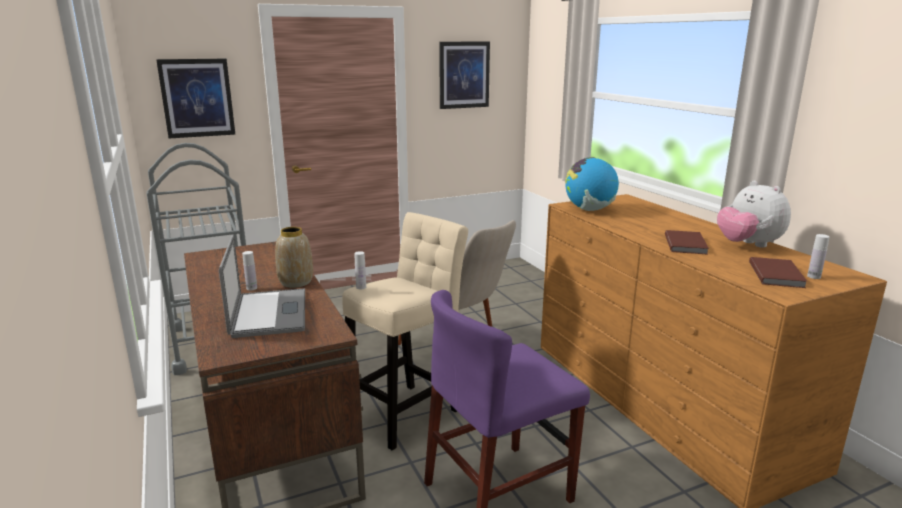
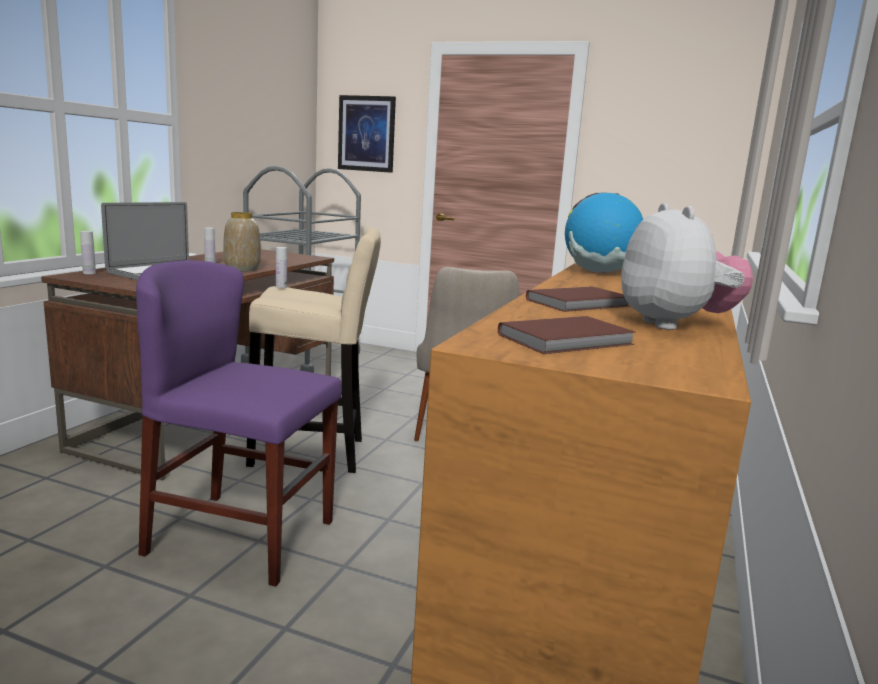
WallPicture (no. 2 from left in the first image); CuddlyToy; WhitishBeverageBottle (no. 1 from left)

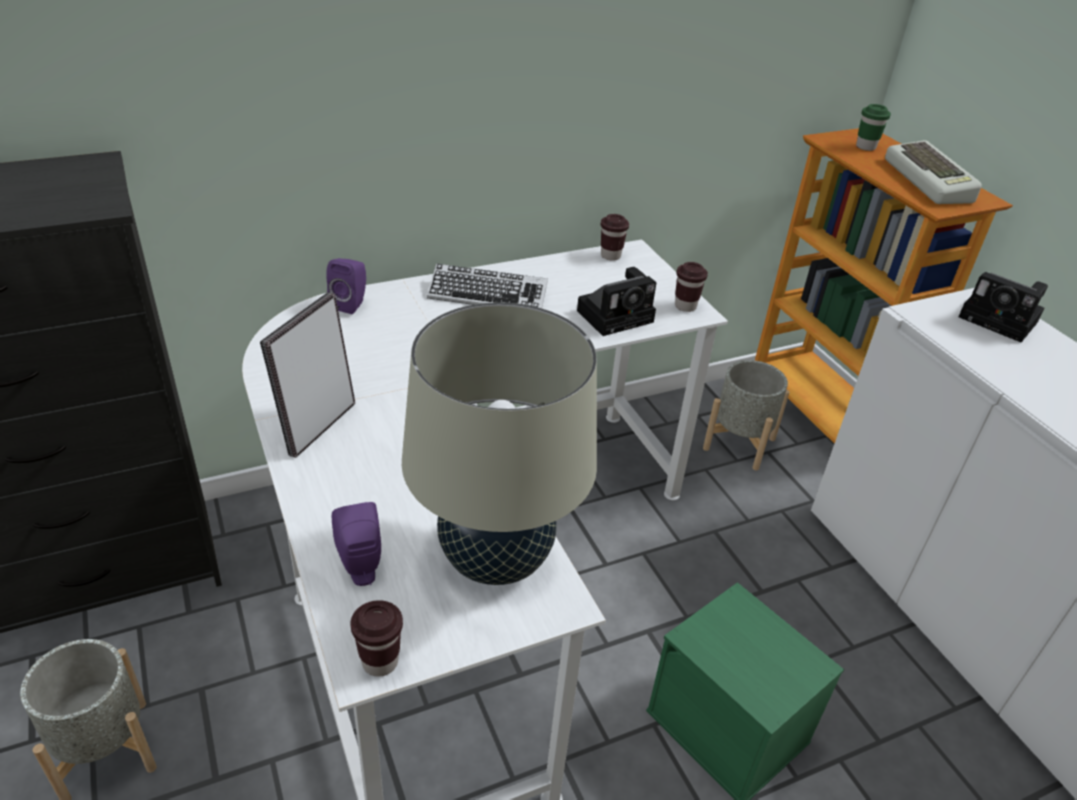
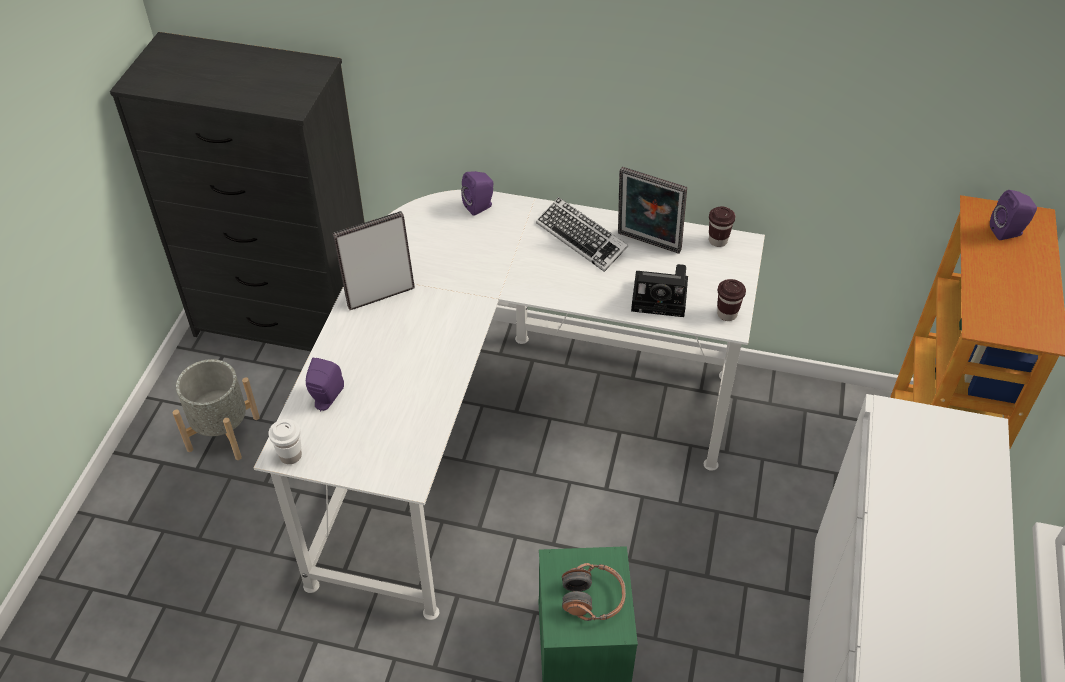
PurpleColouredLoudspeaker (no. 3 from left); Keyboard (no. 2 from left in the first image); StillCamera (no. 2 from left in the first image); BeigeColouredTableLamp; GreyishPlantPot (no. 2 from left in the first image); WhitishCup; PhotoFrame (no. 2 from left); Headphones

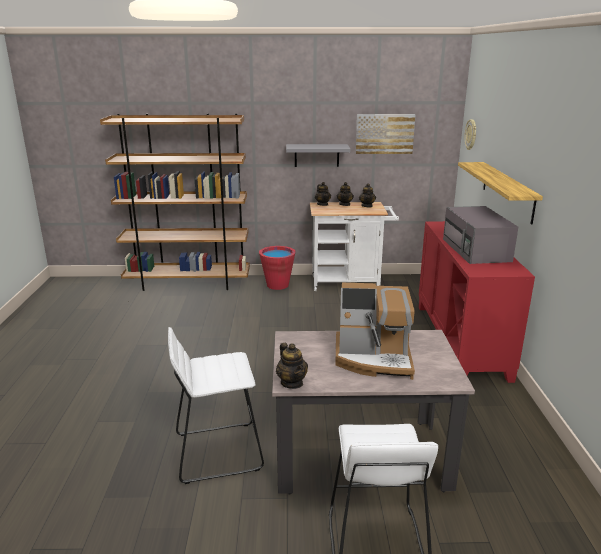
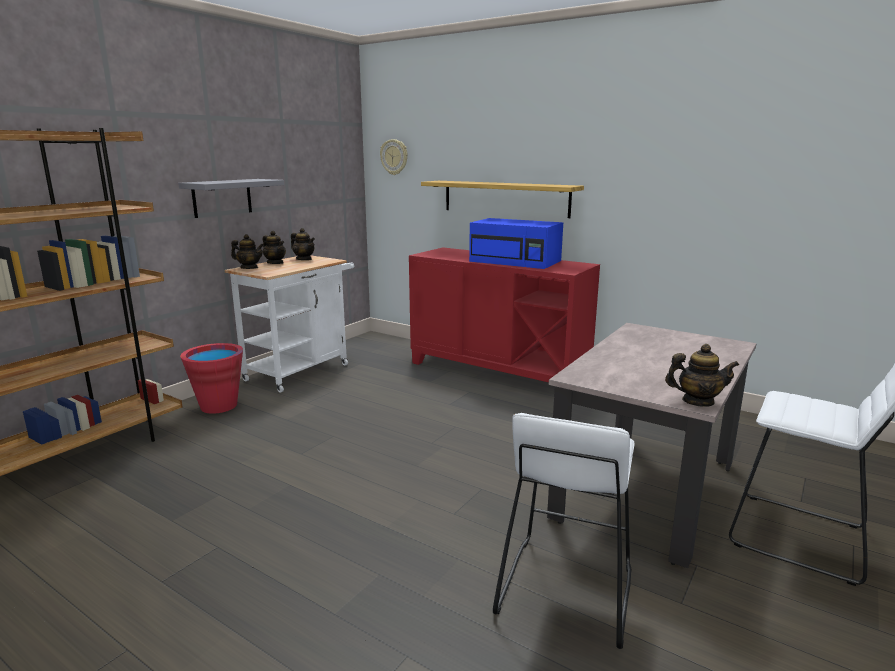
WallPicture; BlueMicrowave; CoffeeMachine

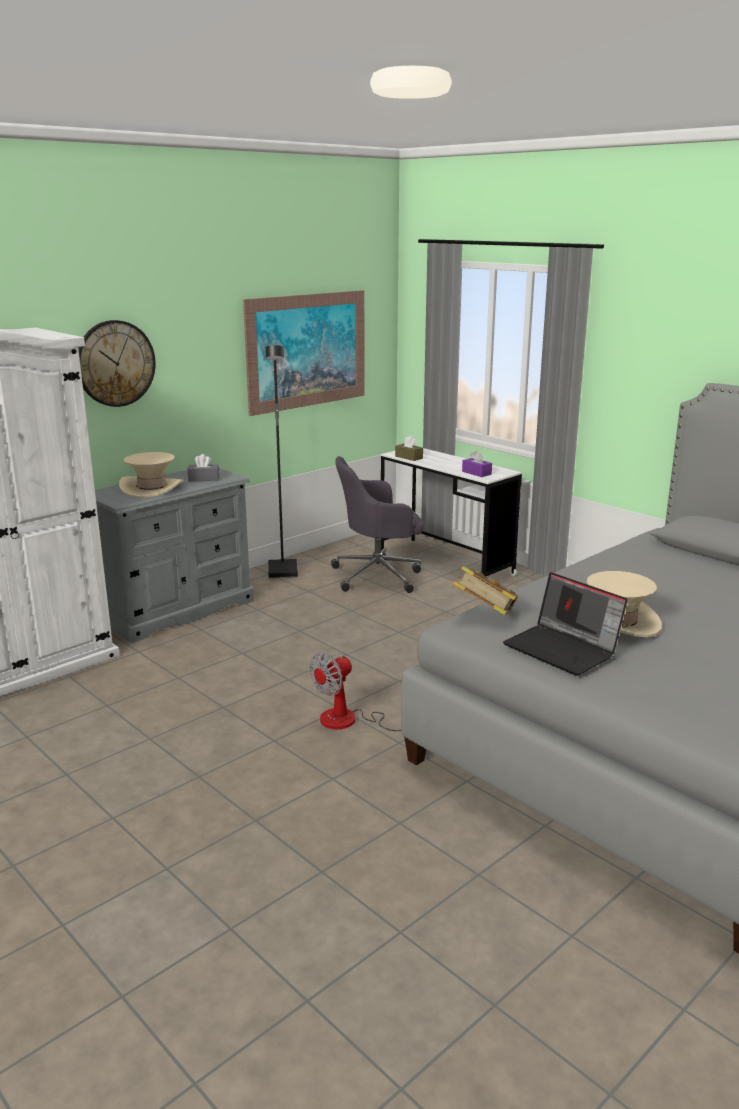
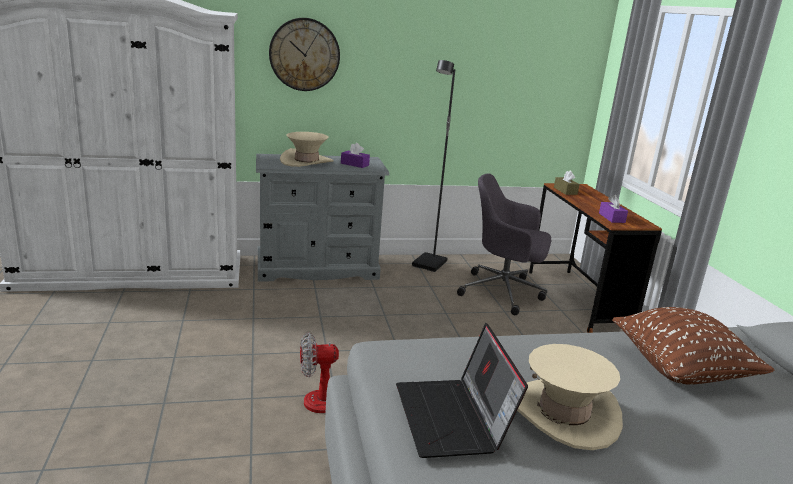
WallPicture; BrownDeskTable; PurpleColouredTissueHolder (no. 1 from left); Volume; BrownThrowPillow

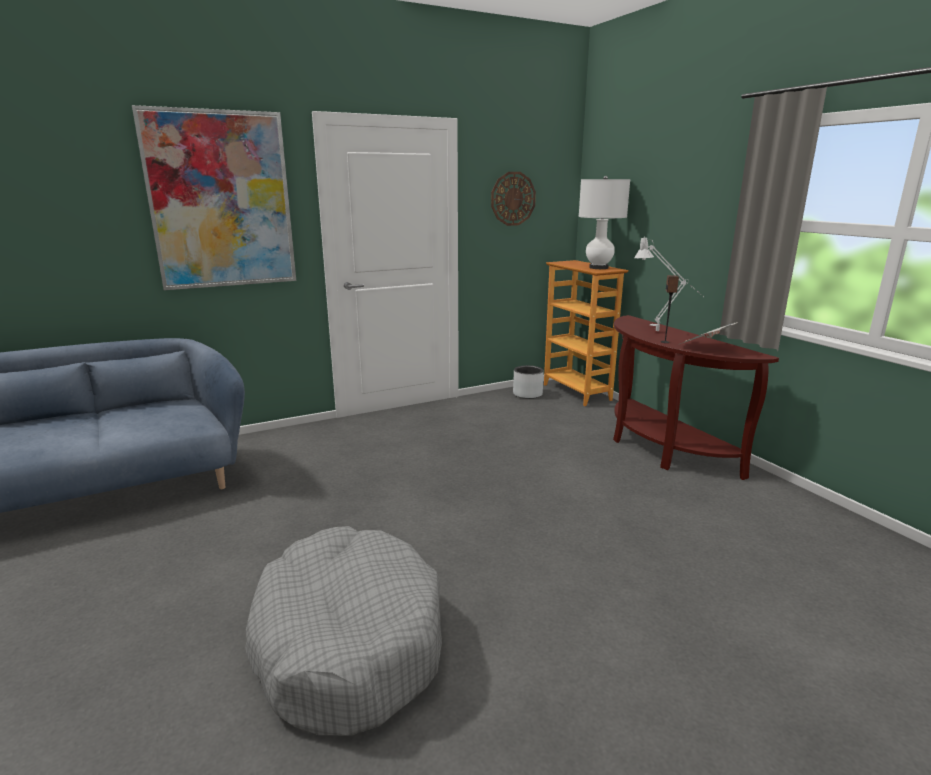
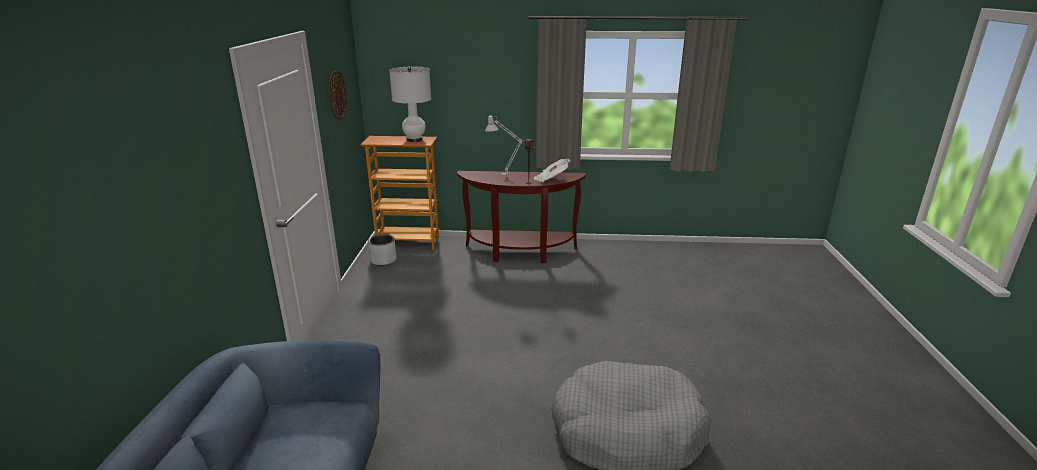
WallPicture

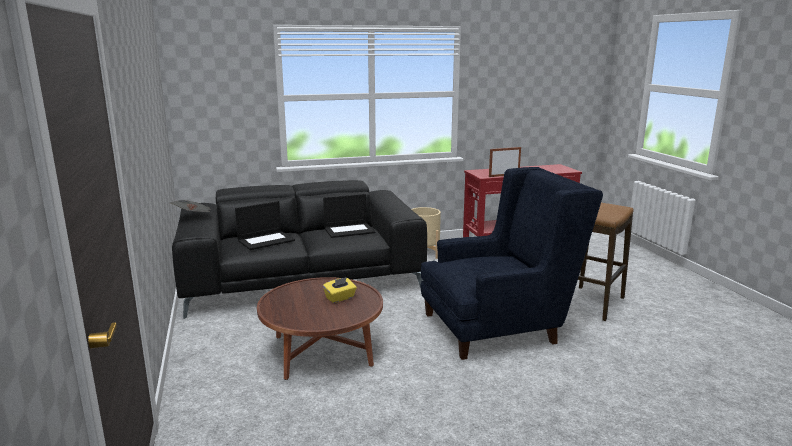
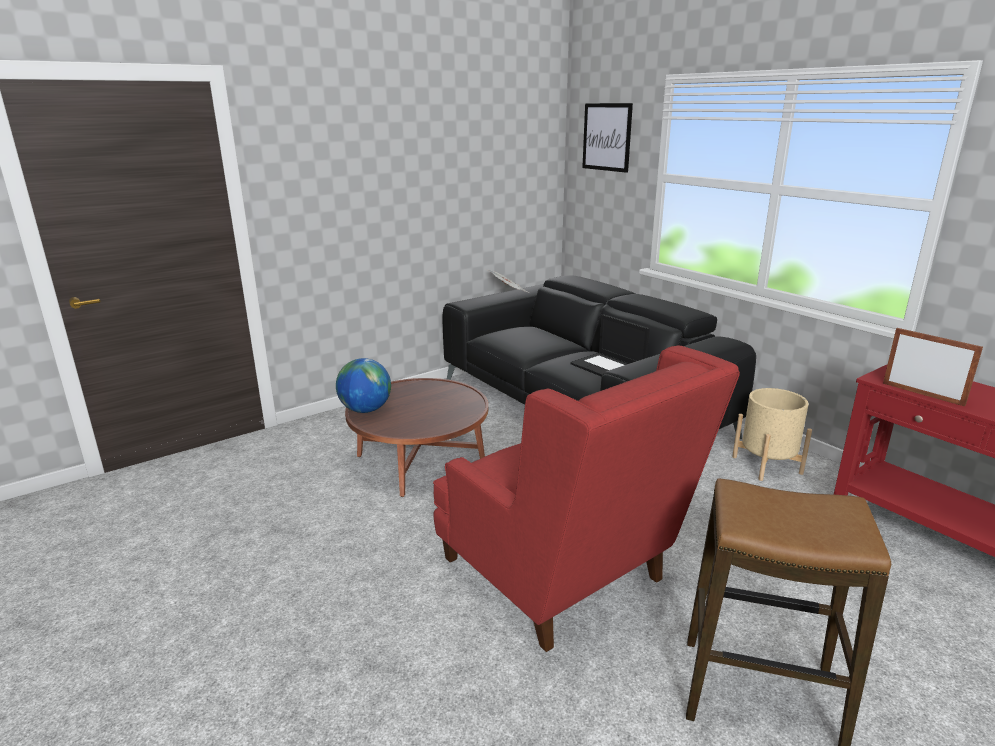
RedColouredArmchair; Laptop (no. 1 from left in the first image); YellowColouredTissueHolder; WallPicture; Globe

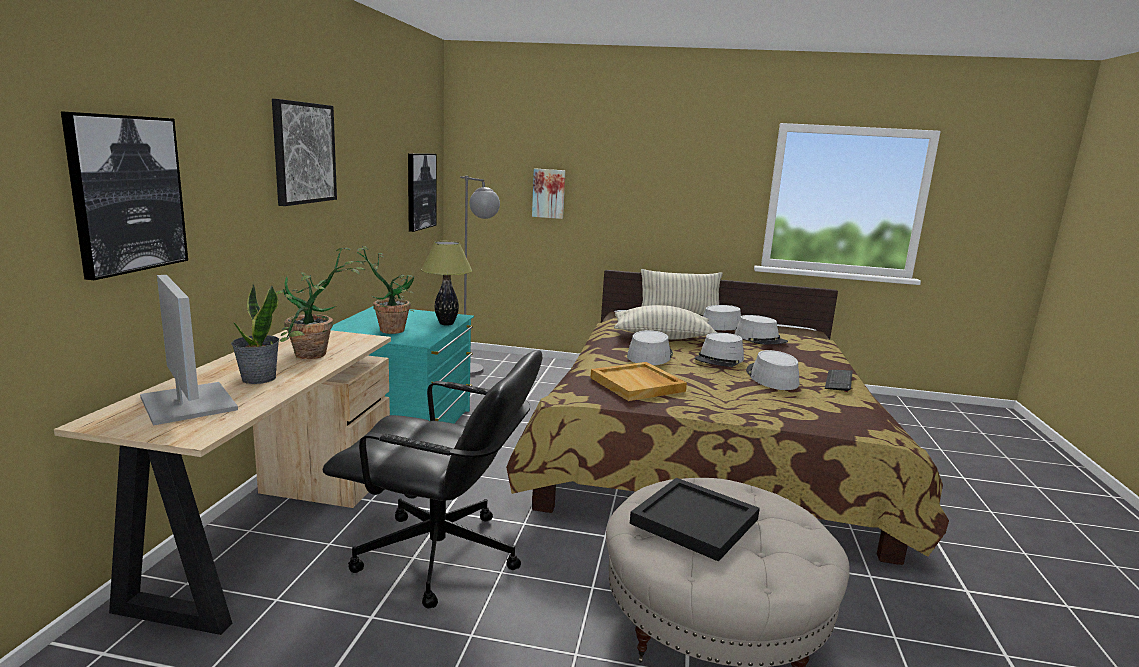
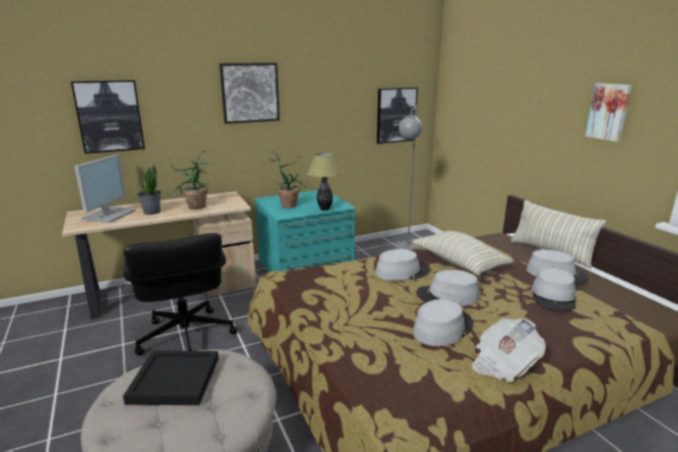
WallPicture (no. 4 from left); BeigeColouredTray; DailyPaper

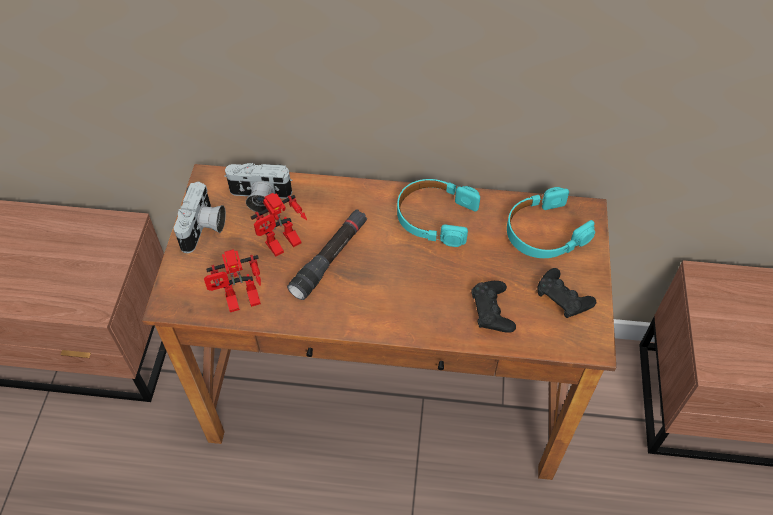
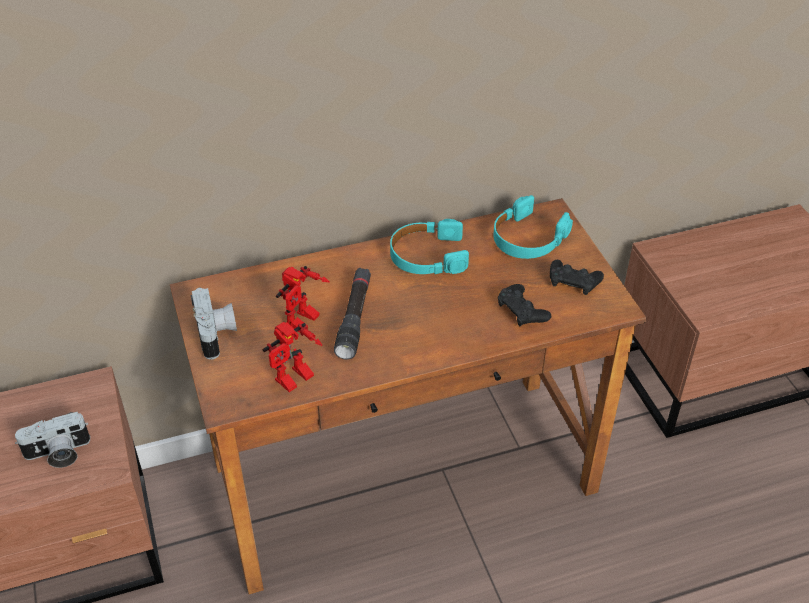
StillCamera (no. 1 from left)

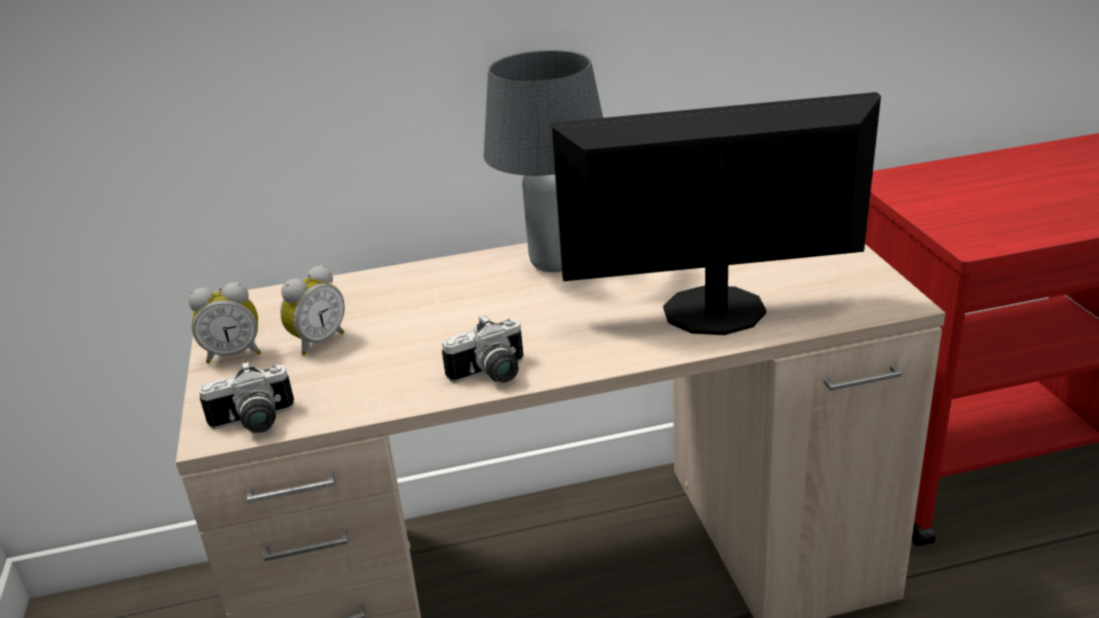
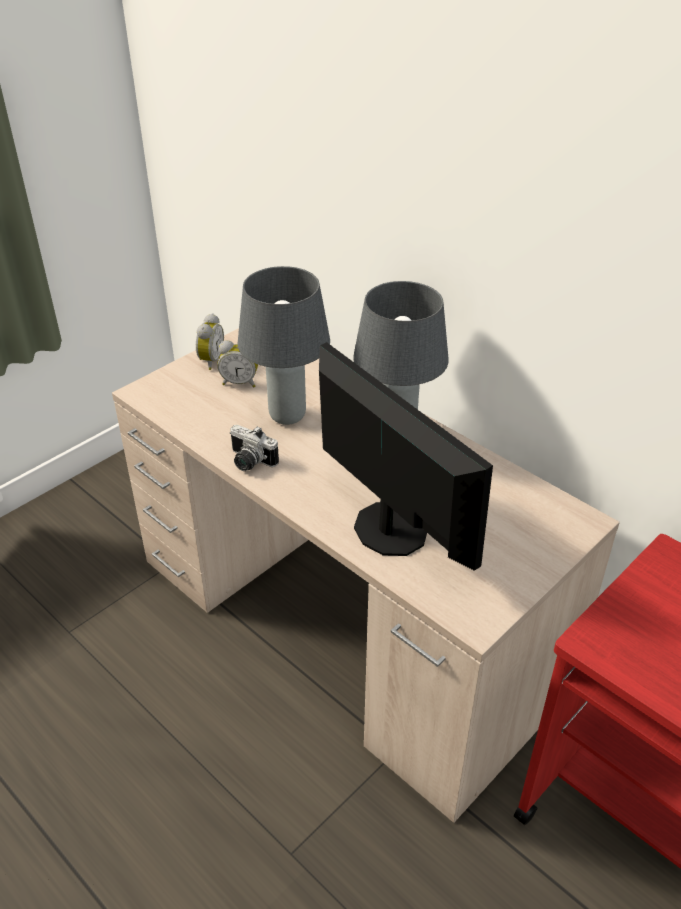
AlarmClock (no. 1 from left); StillCamera (no. 1 from left in the first image); GreyishTableLamp (no. 1 from left)

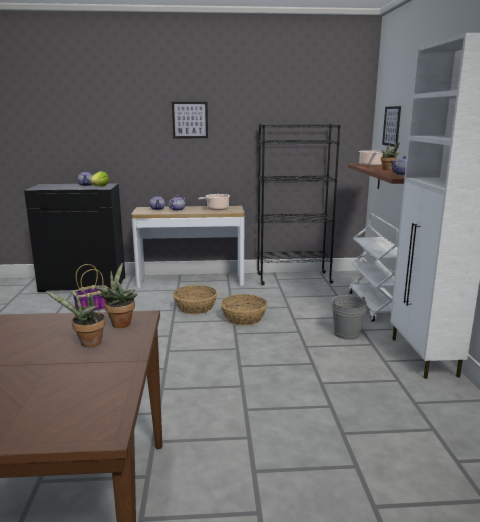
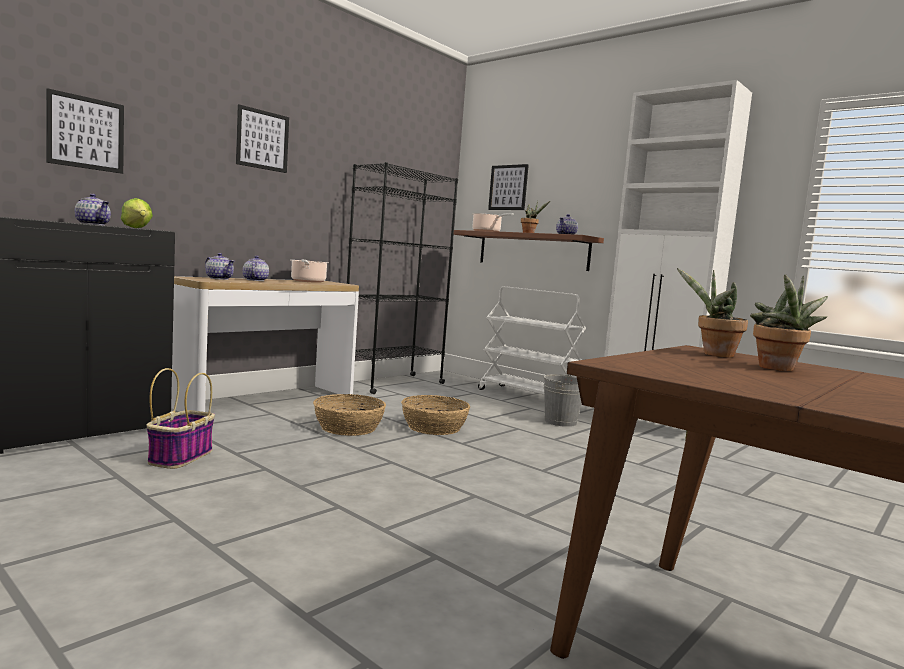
WallPicture (no. 1 from left)

